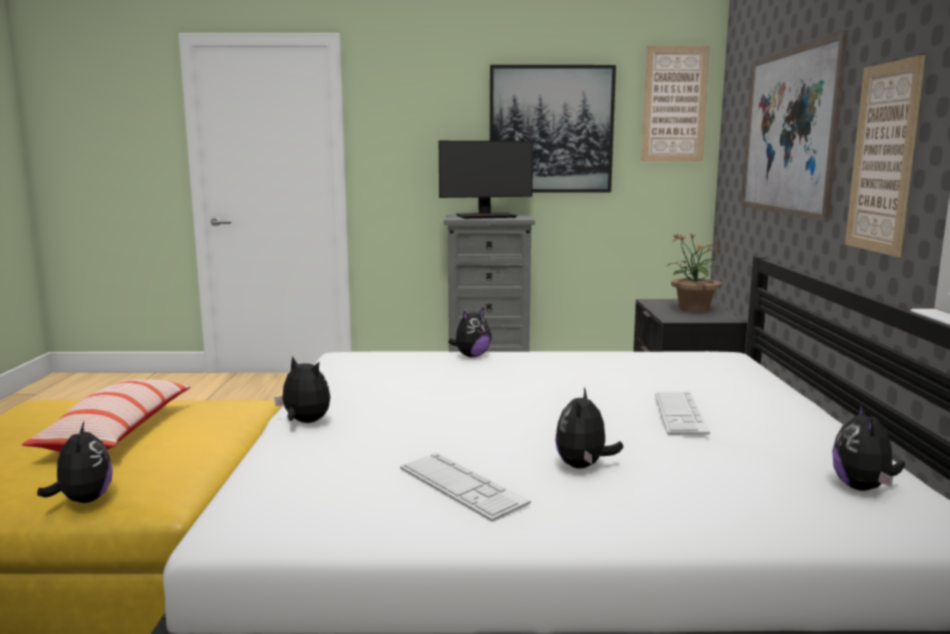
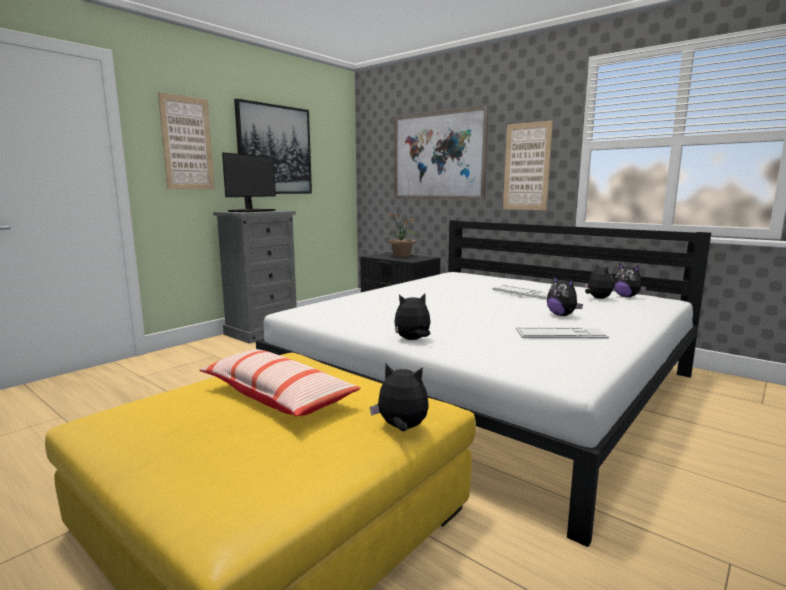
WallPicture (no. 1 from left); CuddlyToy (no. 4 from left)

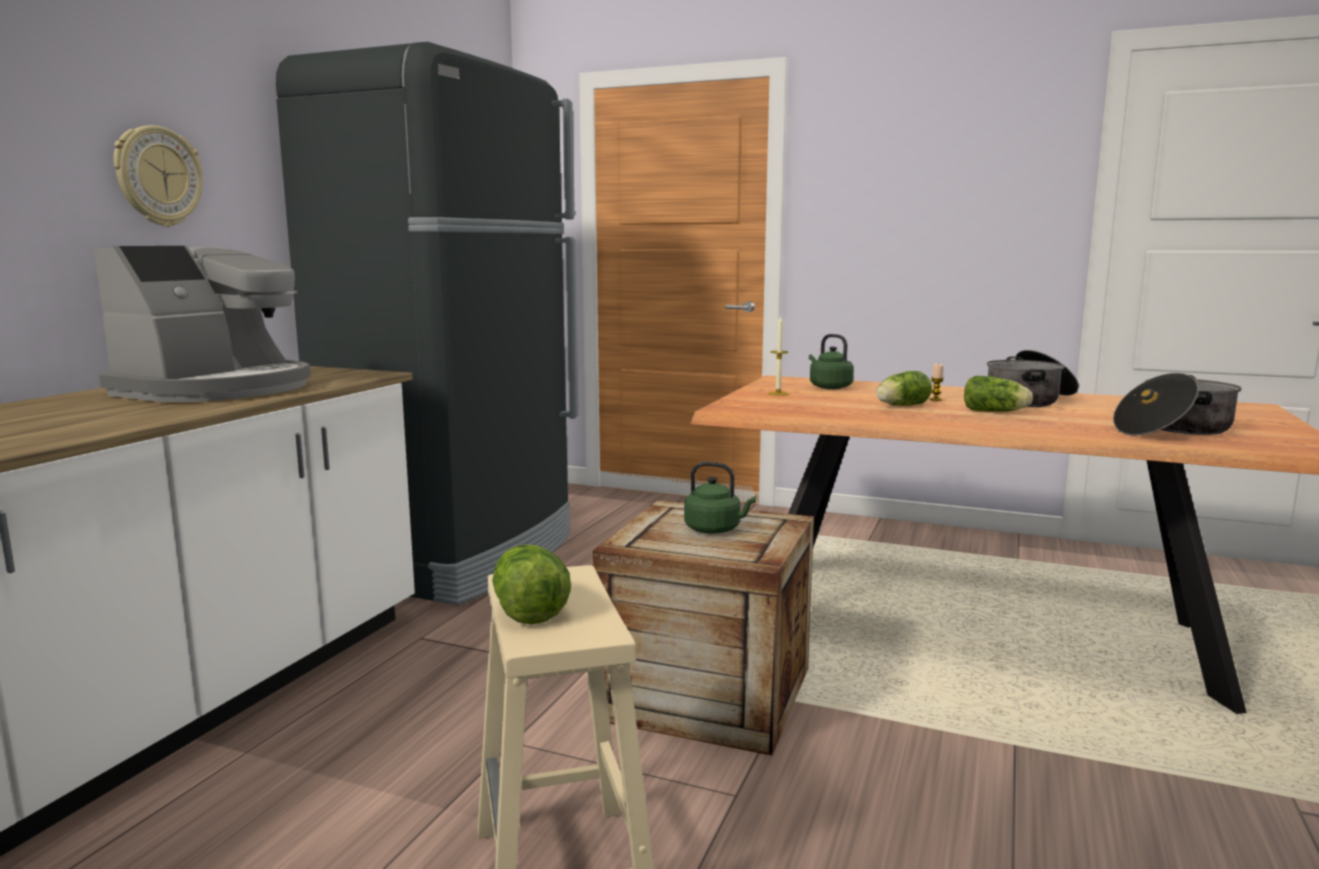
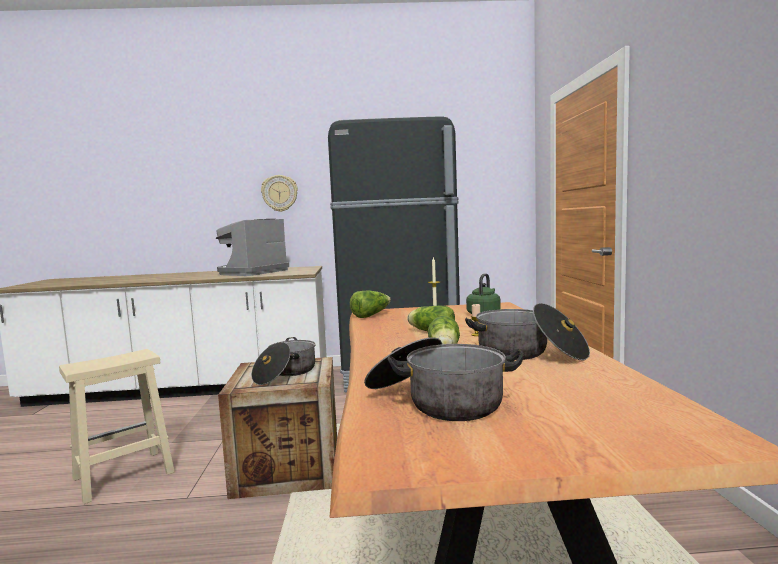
CoffeeMachine; Saucepot (no. 1 from left); HeadOfLettuce (no. 1 from left)

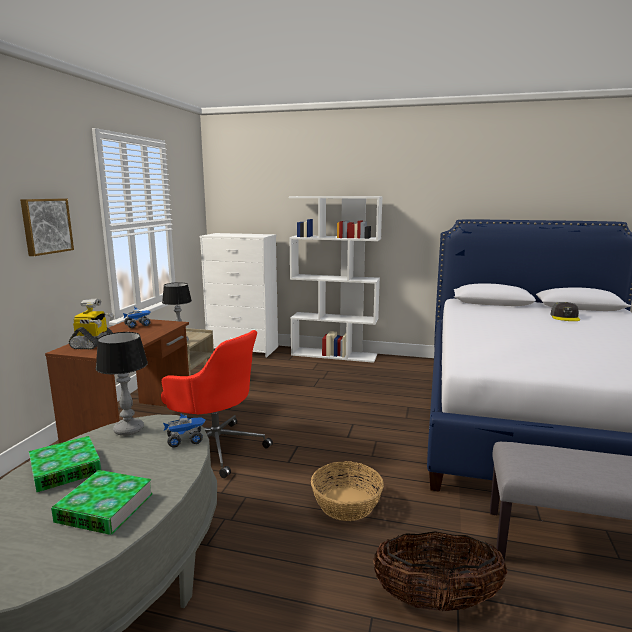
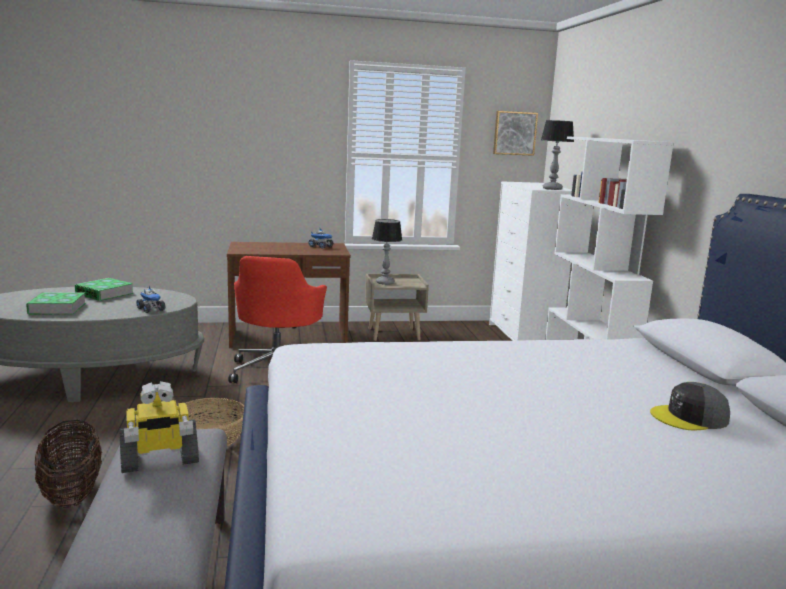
WallPicture; ModelRobot; TableLamp (no. 2 from left)

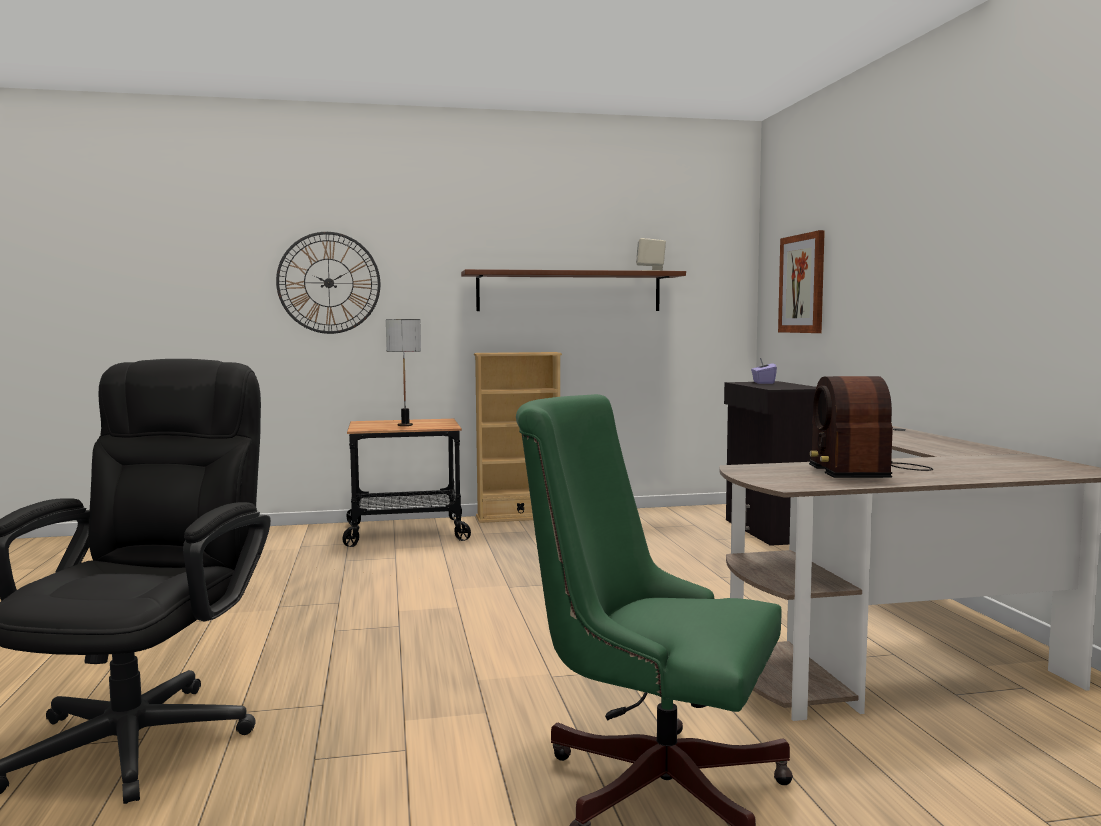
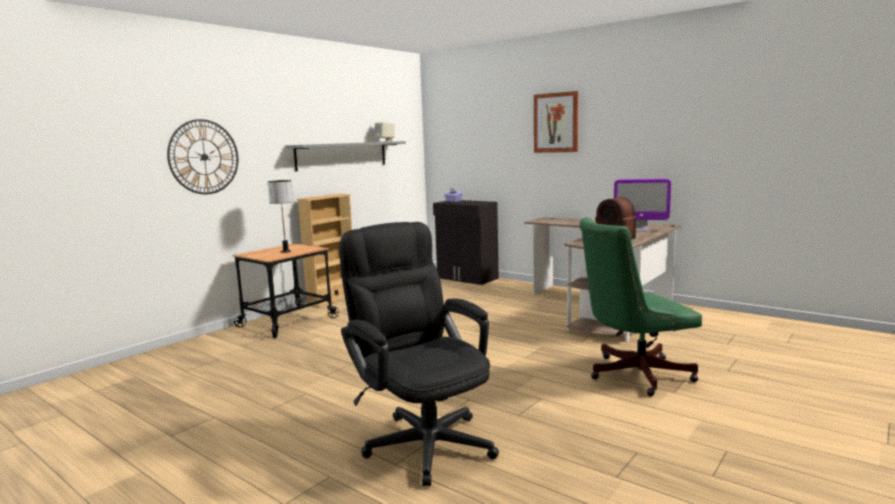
WallPicture; GreyishBracketShelf; ComputerScreen

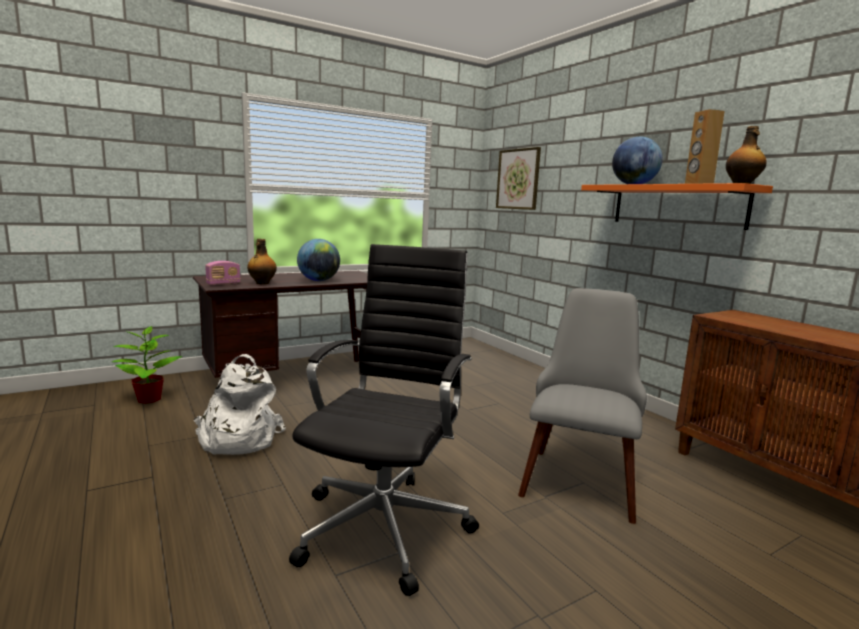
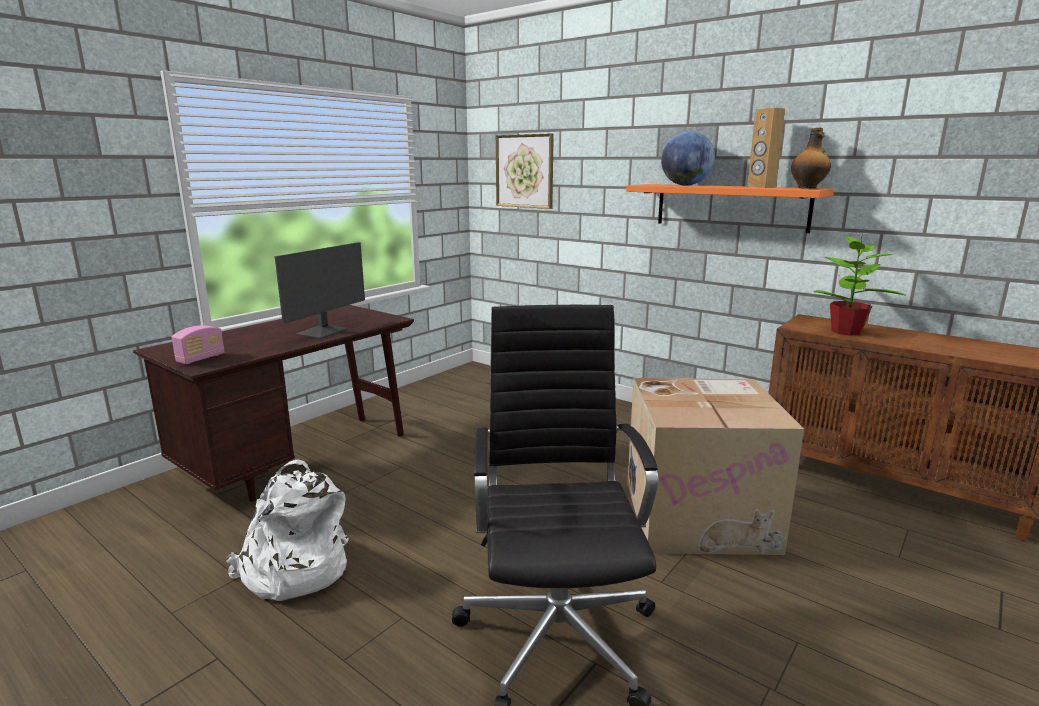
BeverageBottle (no. 1 from left in the first image); ComputerScreen; Carton; PottedPlant

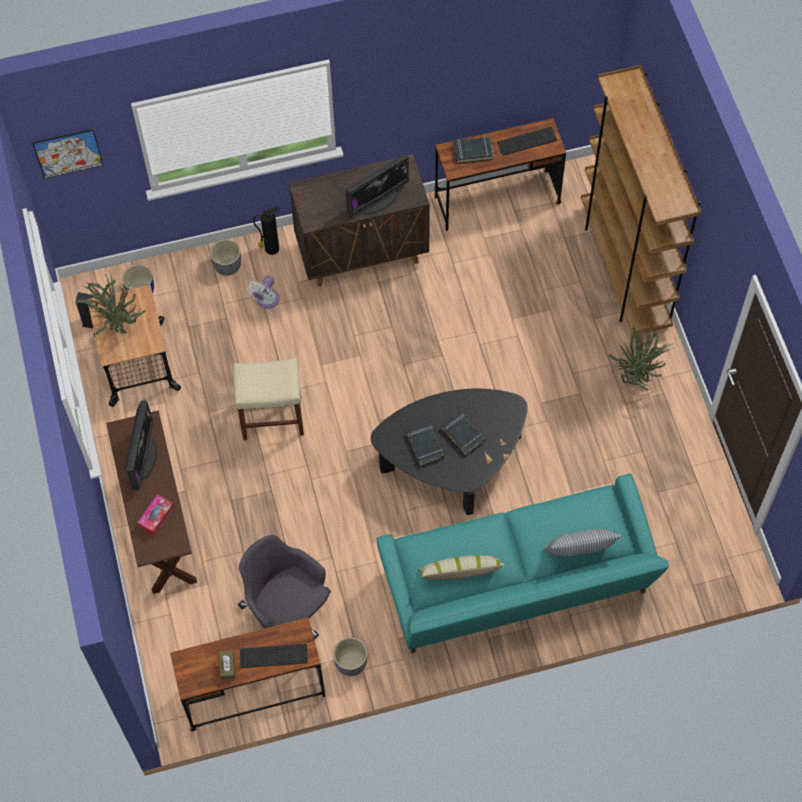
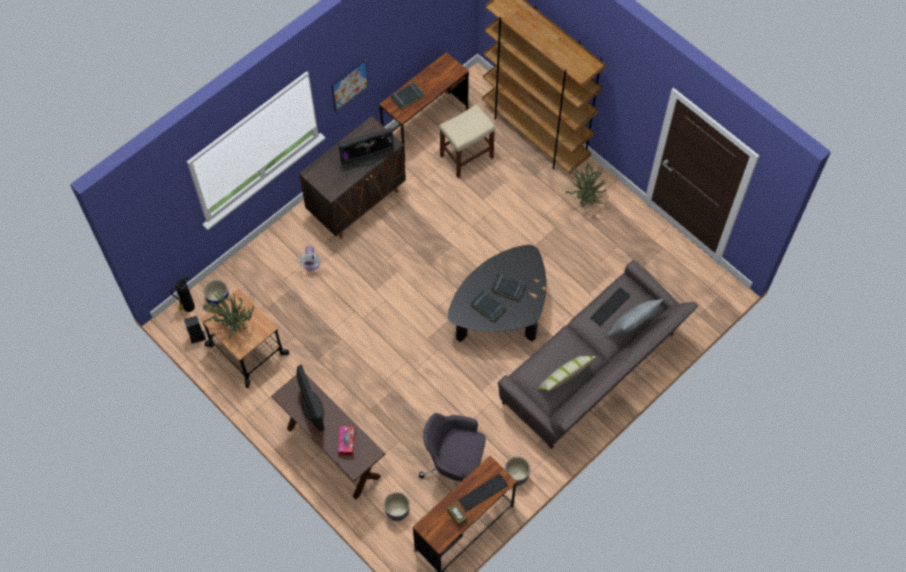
Keyboard (no. 2 from left); WallPicture; ComputerScreen (no. 2 from left); FireFightingCylinder; GreyishPlantPot (no. 1 from left); BeigeColouredStool; GreyishSettee

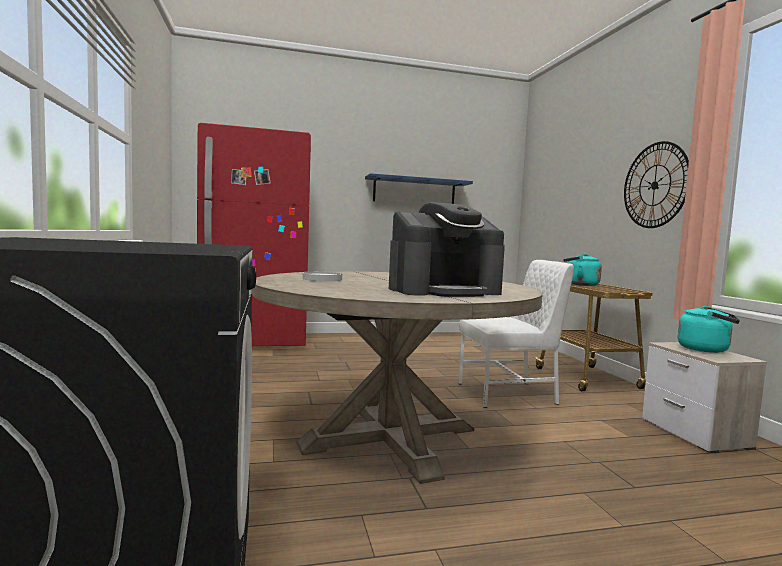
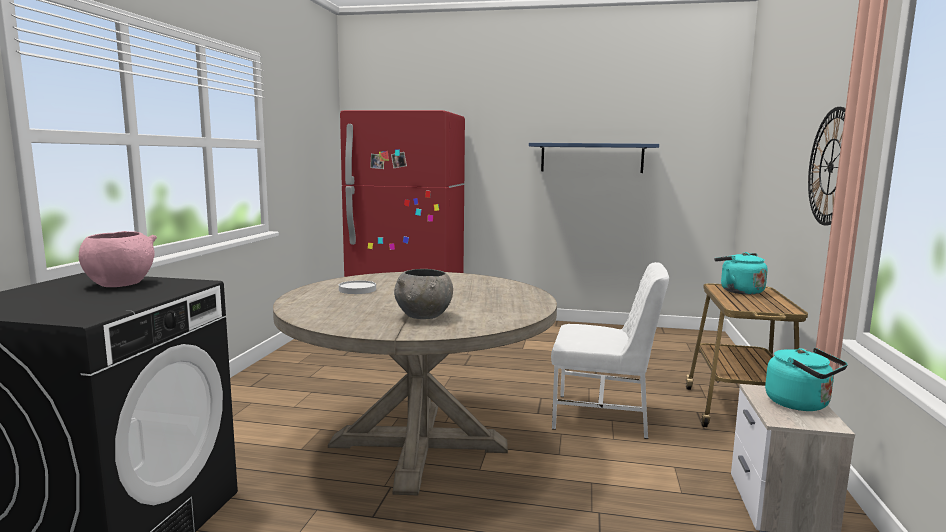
GreyishDeepDish; PinkColouredDeepDish

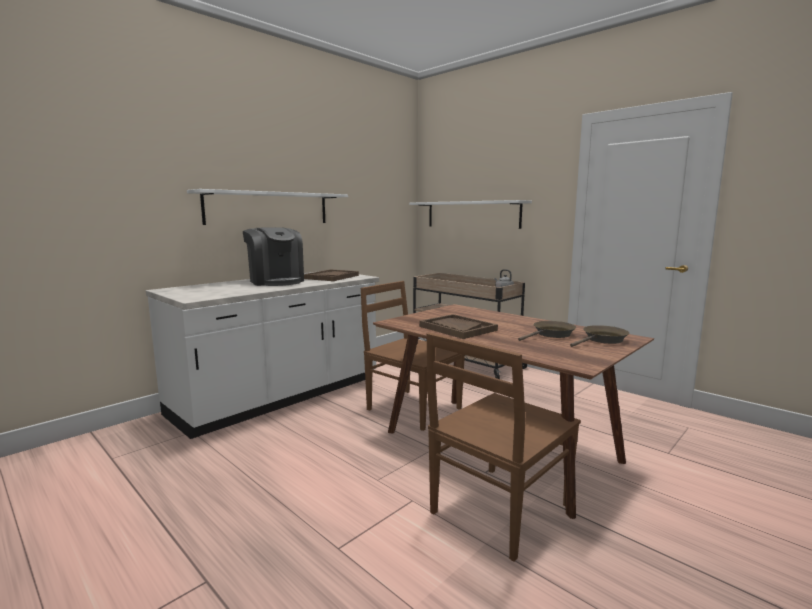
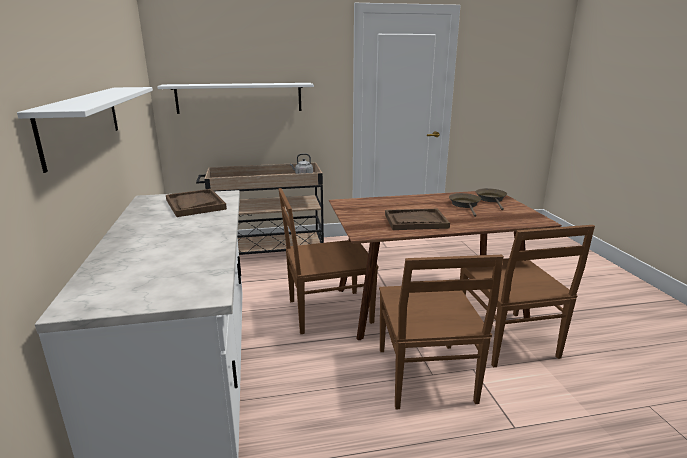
CoffeeMachine; BrownUprightChair (no. 2 from left)

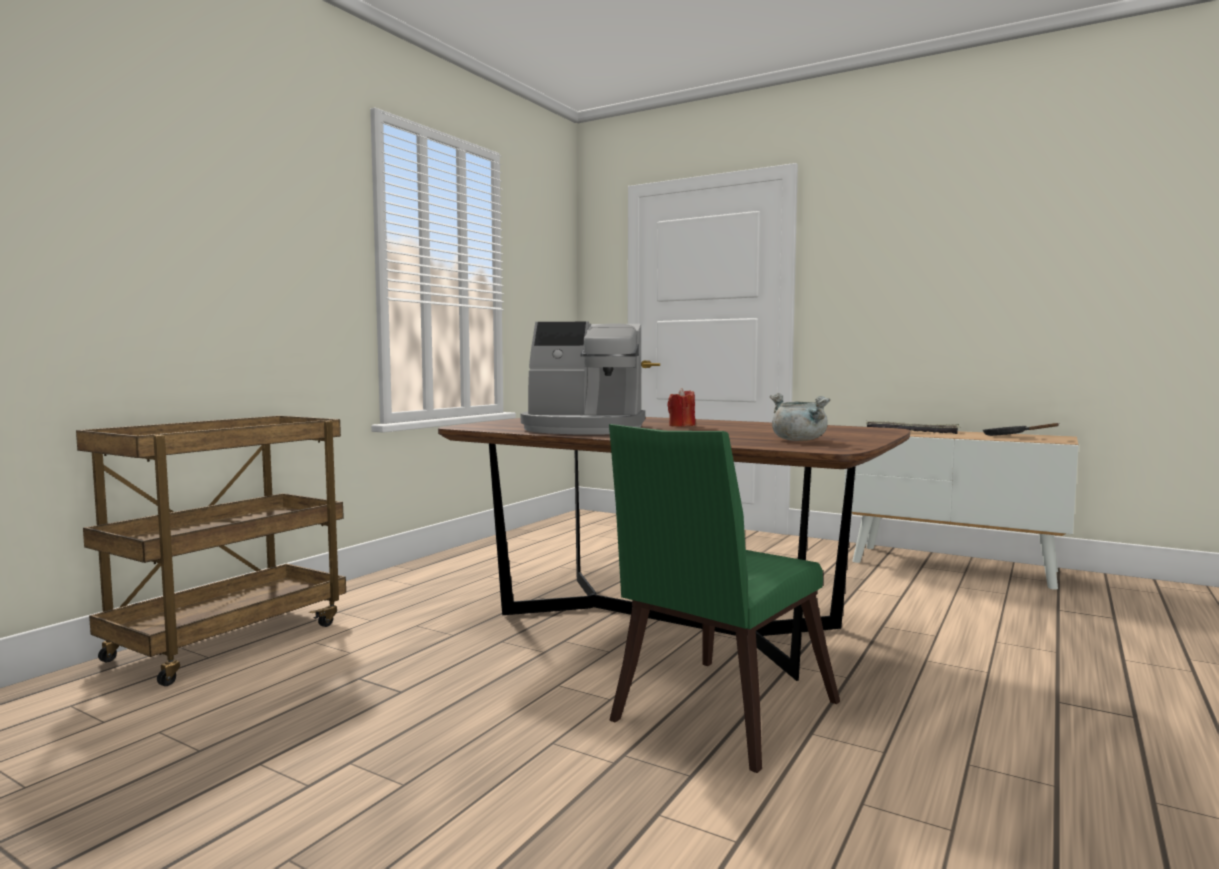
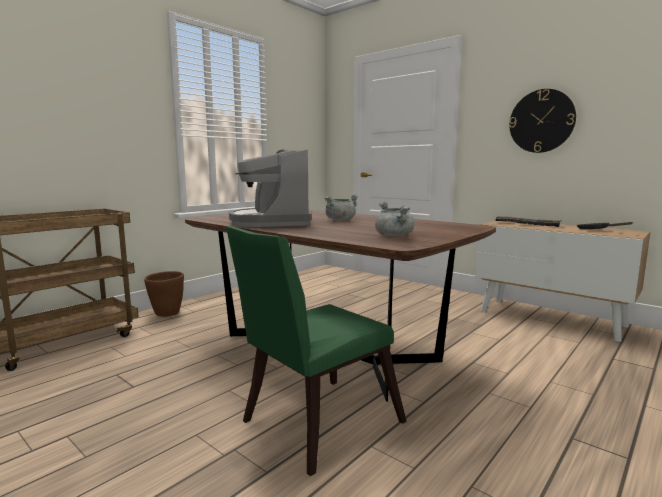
CoffeeMachine; GreyishSaucepot (no. 1 from left); ClockOnTheWall; BrownPlantPot

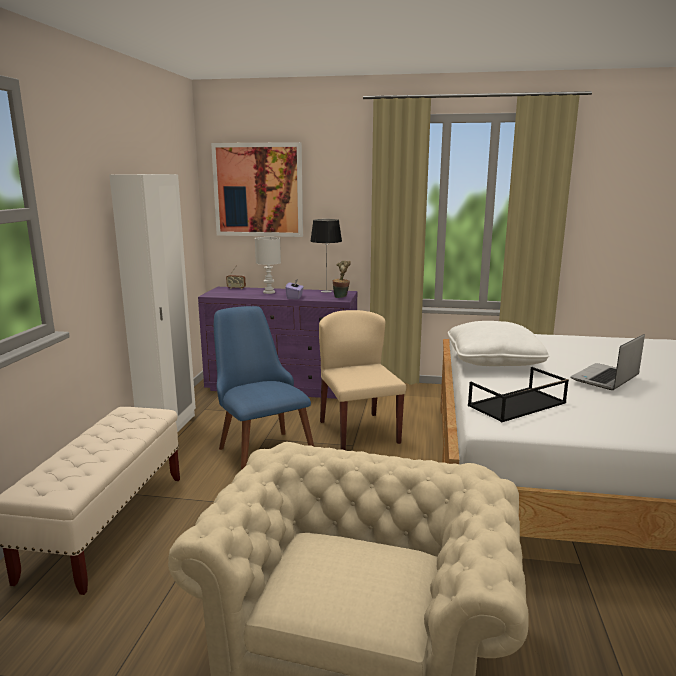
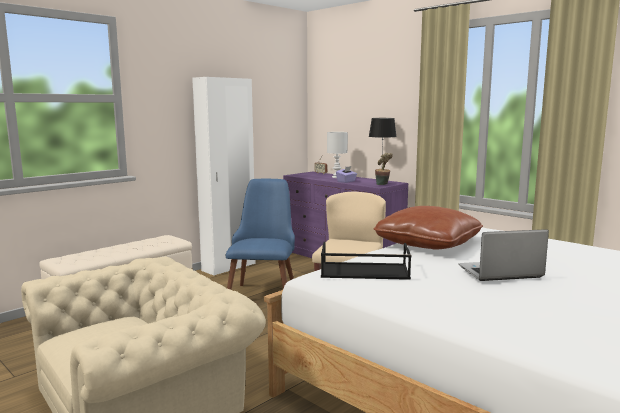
WallPicture; BrownThrowPillow

